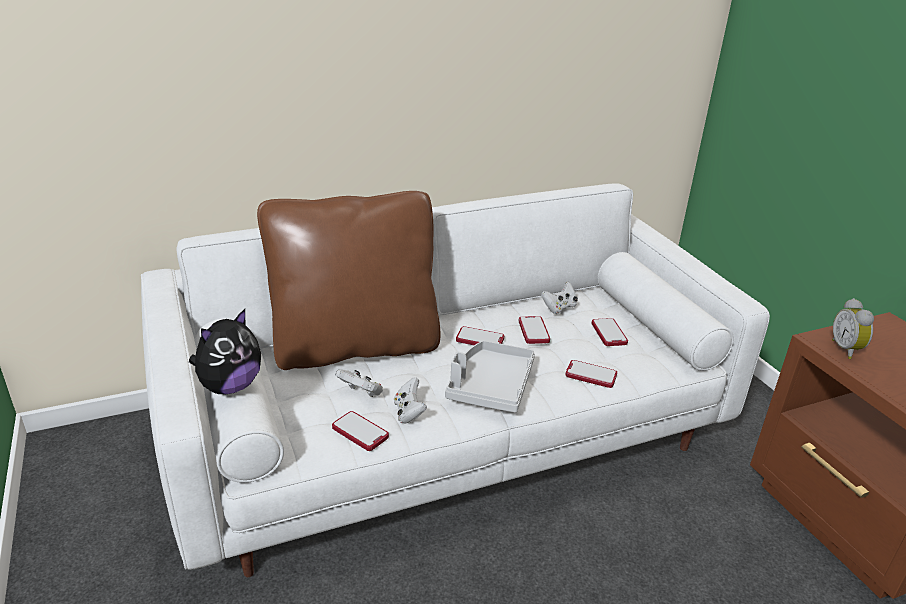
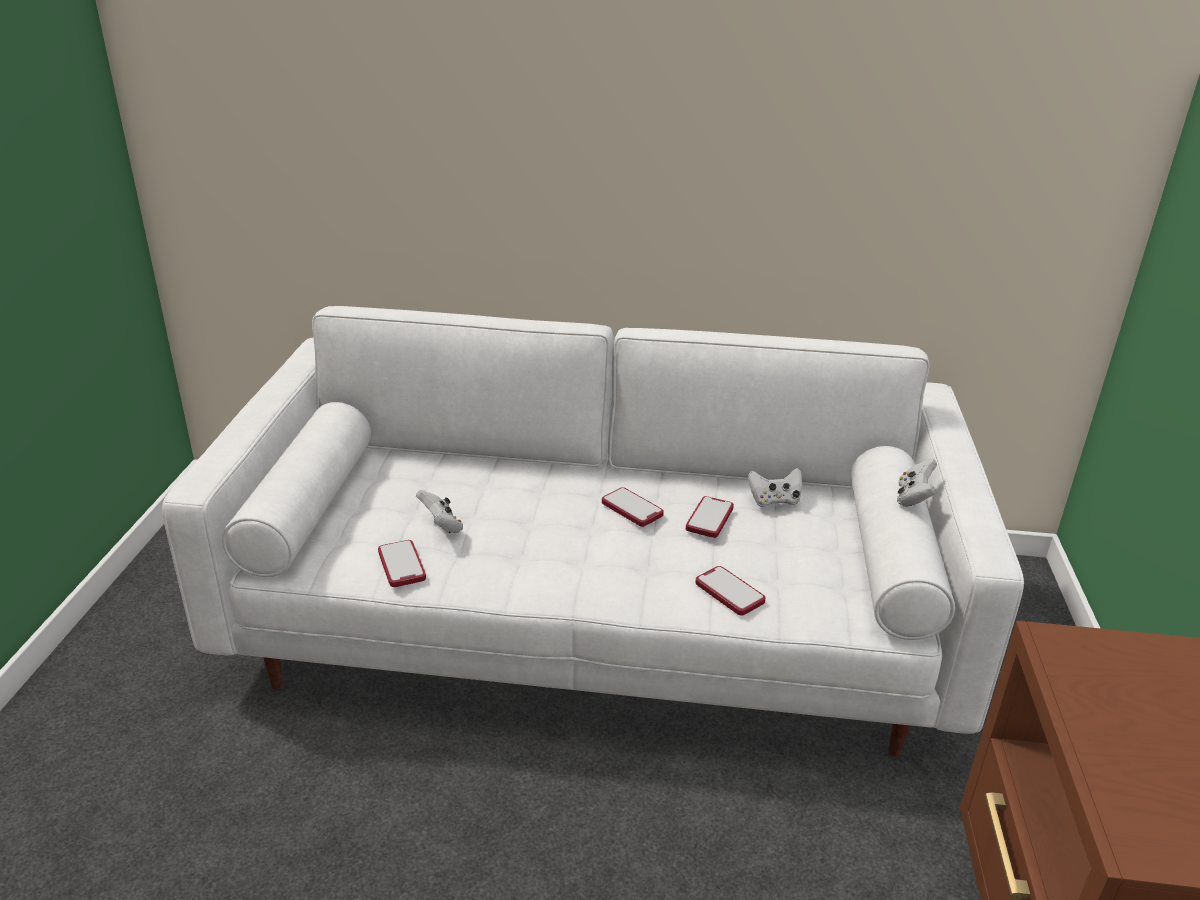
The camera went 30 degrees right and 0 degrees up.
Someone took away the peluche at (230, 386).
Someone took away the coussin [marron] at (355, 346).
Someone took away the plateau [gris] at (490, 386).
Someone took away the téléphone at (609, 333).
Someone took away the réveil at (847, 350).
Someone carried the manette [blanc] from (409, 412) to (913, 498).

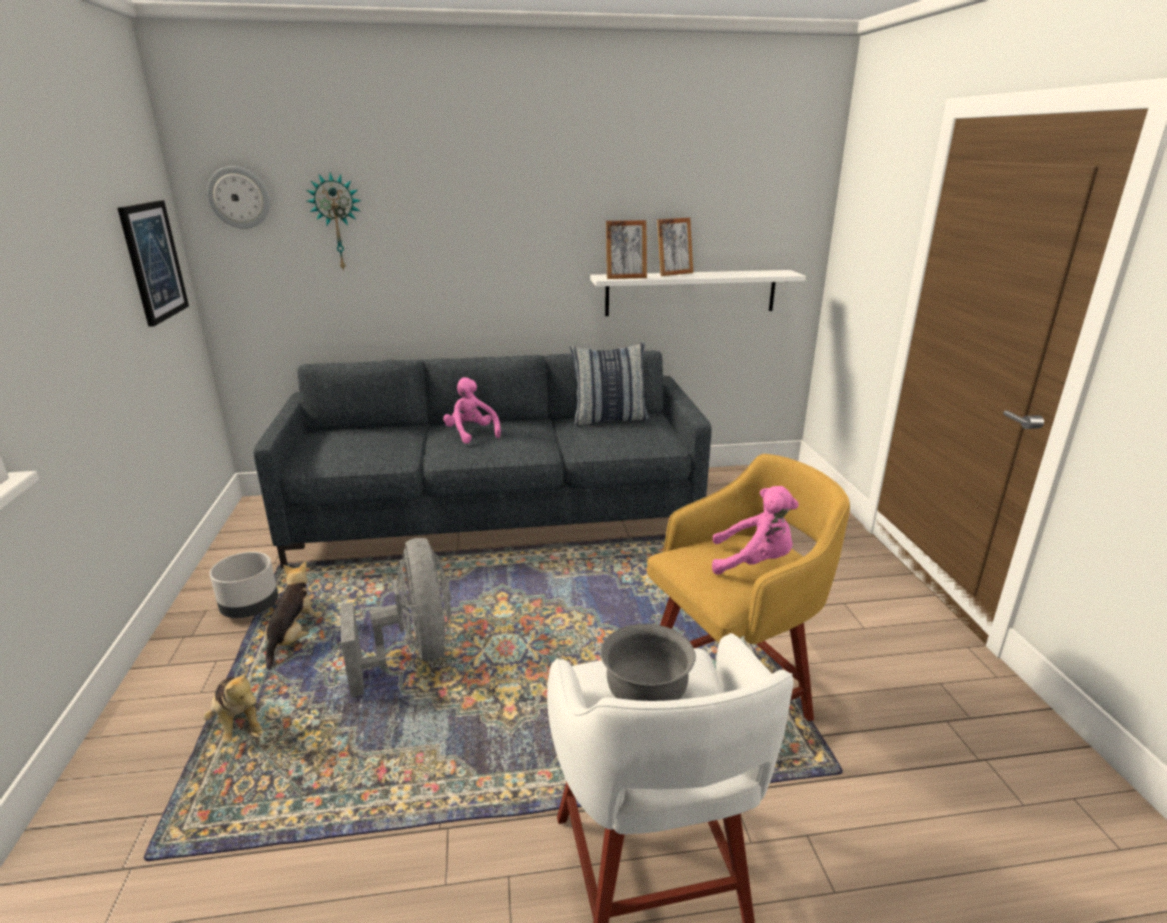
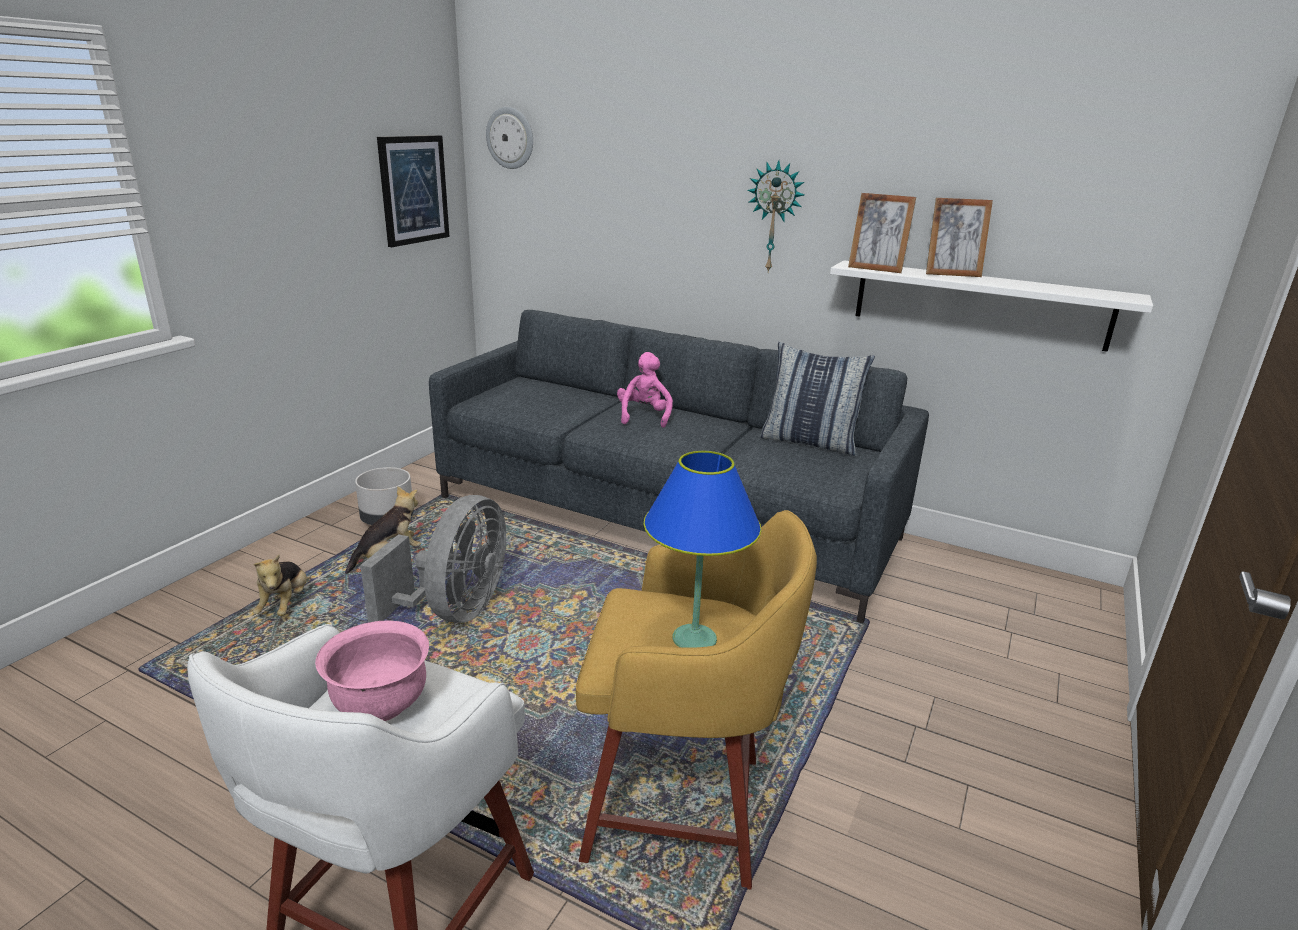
The camera went 35 degrees right and 0 degrees up.
Someone carried the horloge murale from (337, 222) to (774, 217).
Someone swapped the peluche [rose] at (754, 562) for the lampe de table [bleu] at (694, 639).
Someone repainted the bol [gris] at (645, 697), which became the bol [rose] at (381, 705).

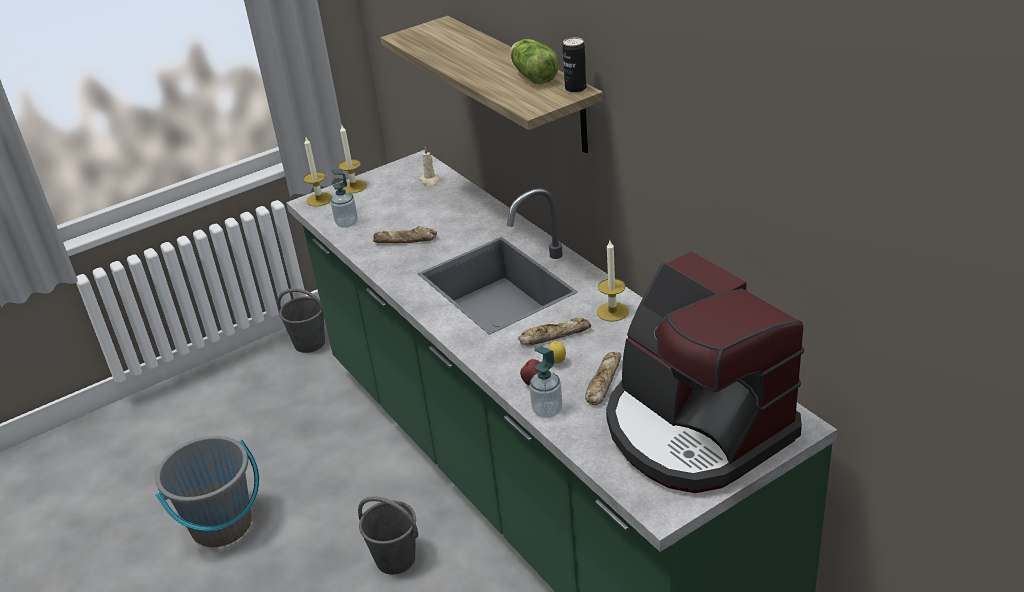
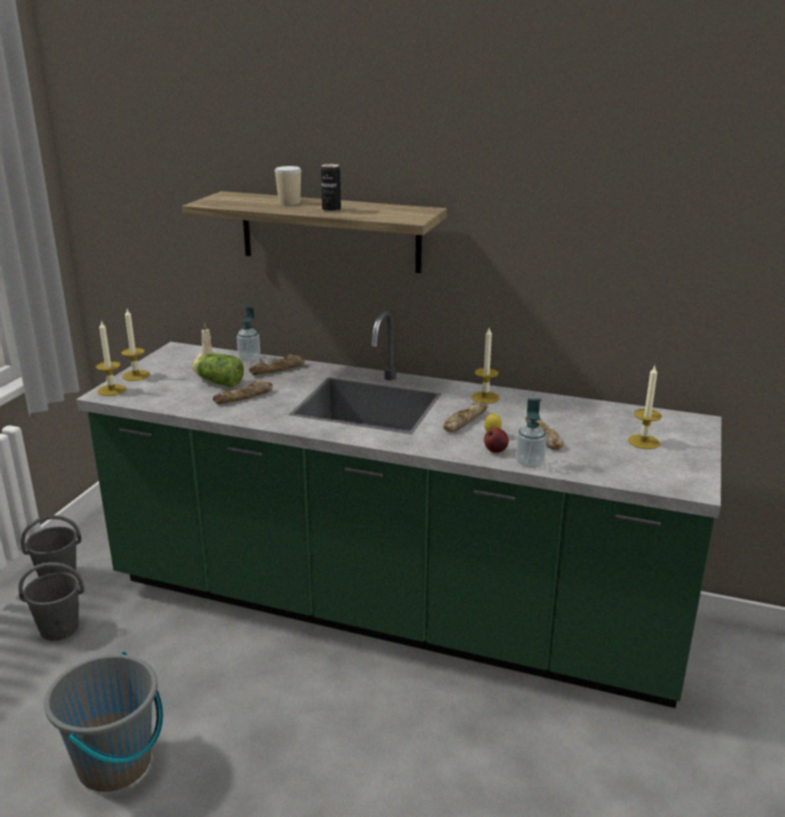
The camera went 40 degrees left and 10 degrees down.
Someone put down the pain at (278, 370).
Someone put down the tasse at (289, 202).
Someone carried the distributeur de savon from (347, 223) to (249, 358).
Someone carried the seau [gris] from (395, 558) to (58, 628).
Someone carried the laitue from (532, 75) to (217, 382).
Someone carried the boîte métallique from (575, 88) to (331, 209).
Someone swapped the machine à café at (695, 429) for the bougie at (643, 442).

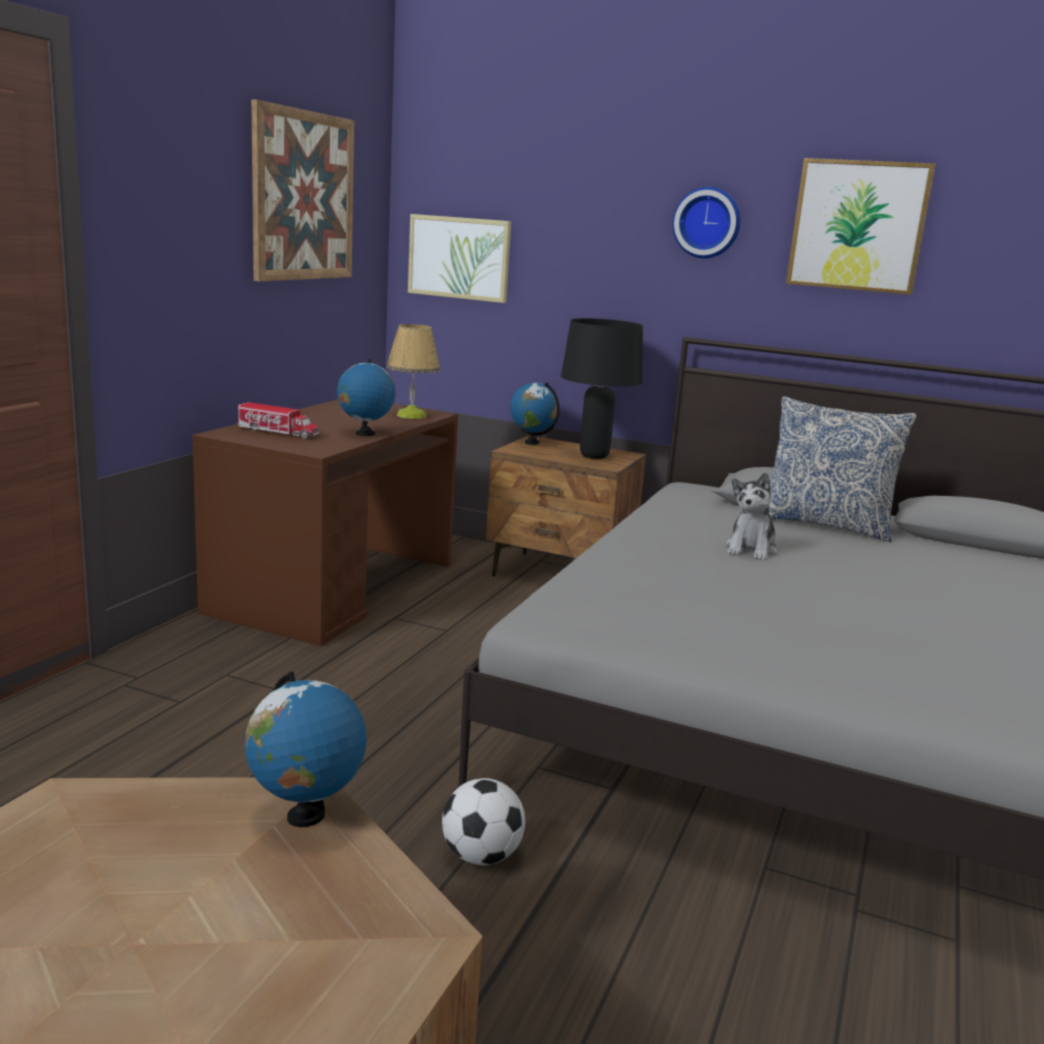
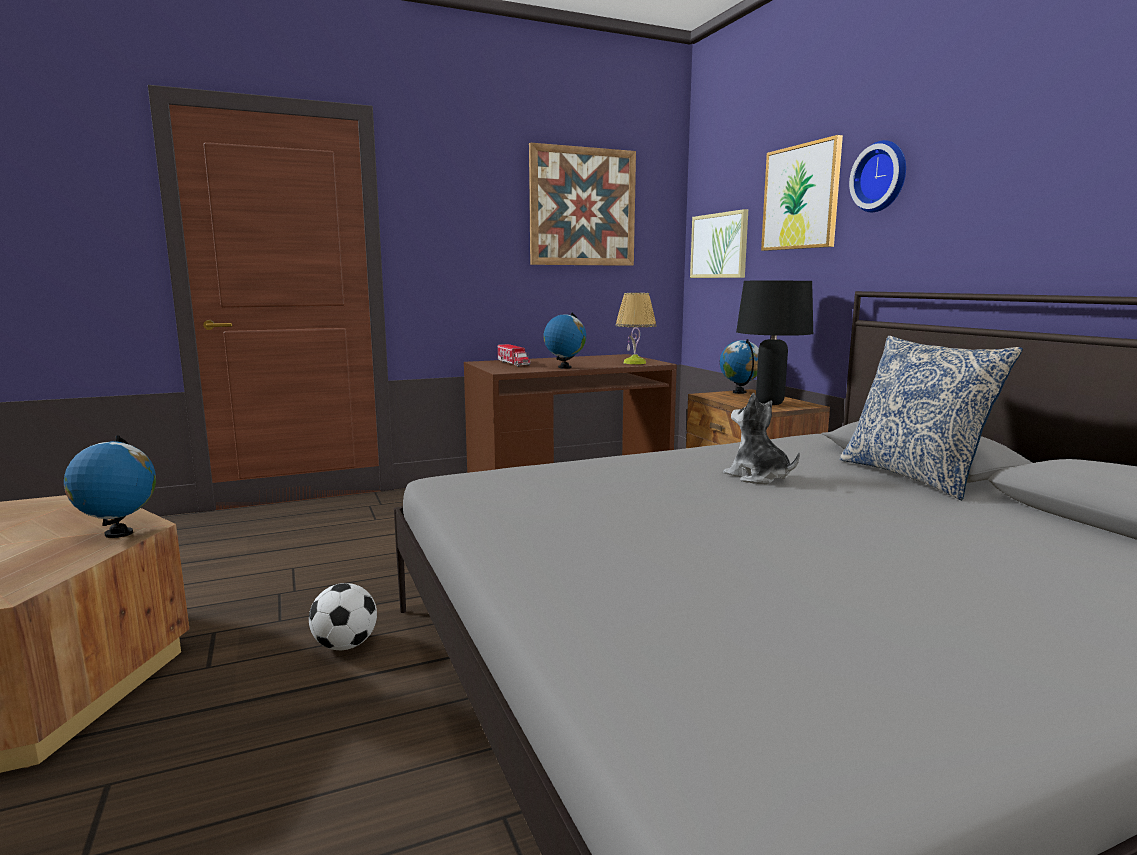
The camera went 45 degrees right and 5 degrees down.
Someone carried the tableau from (858, 226) to (801, 197).
Someone rotated the peluche at (751, 550) by 75 degrees clockwise.

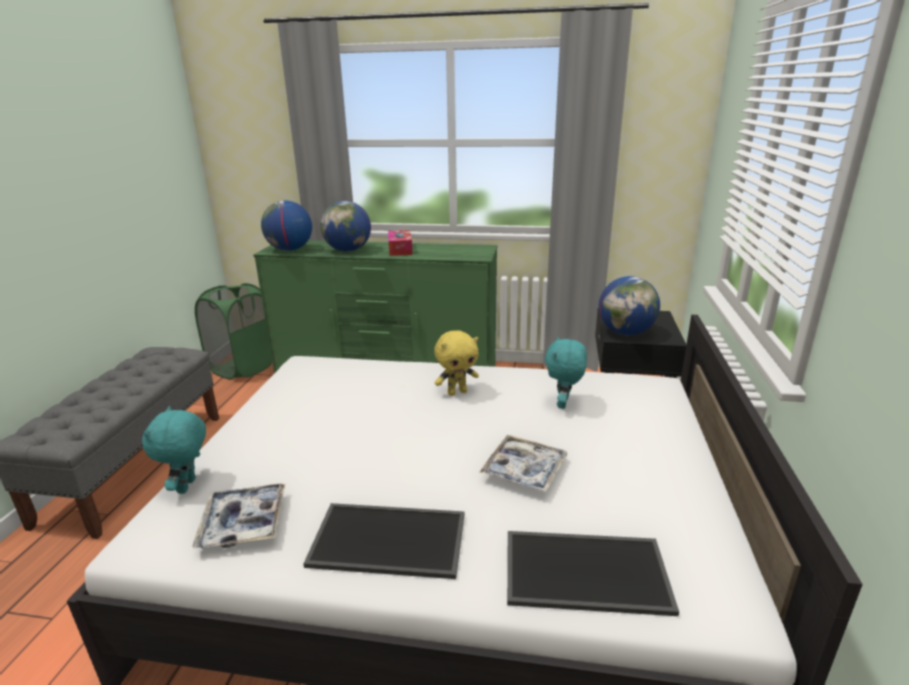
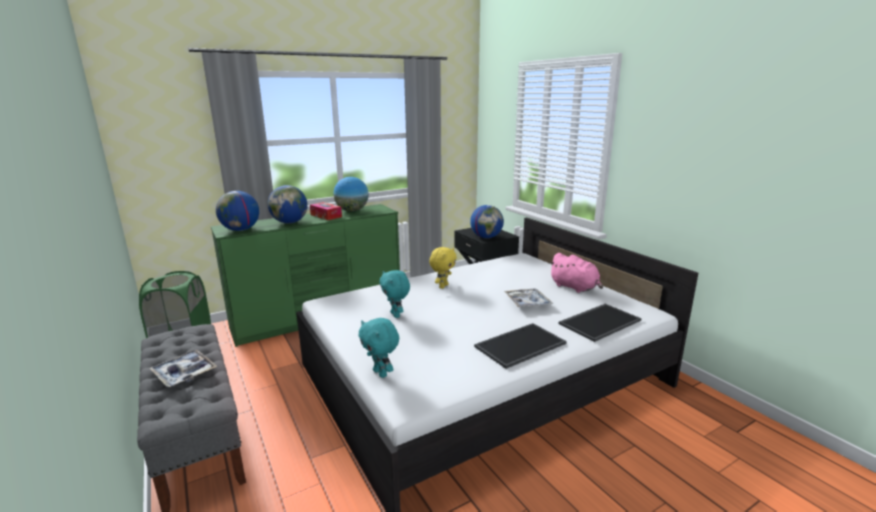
The camera went 40 degrees left and 5 degrees down.
Someone put down the globe at (352, 211).
Someone put down the peluche [rose] at (575, 287).
Someone carried the plateau from (243, 523) to (184, 373).
Someone carried the peluche [turquoise] from (563, 404) to (396, 315).

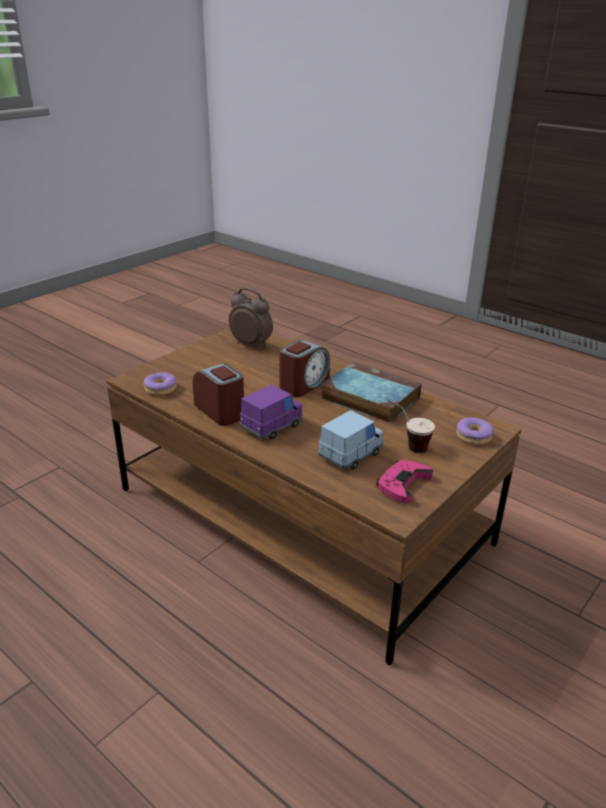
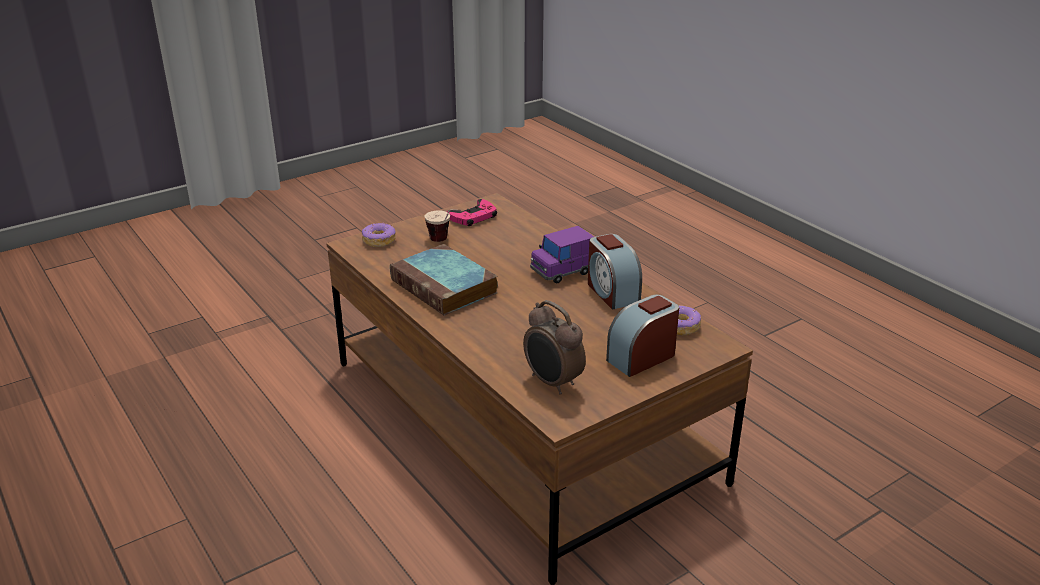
The camera went 165 degrees left and 0 degrees up.
Someone took away the petite voiture [bleu] at (350, 454).
Someone carried the réveil from (303, 385) to (641, 357).

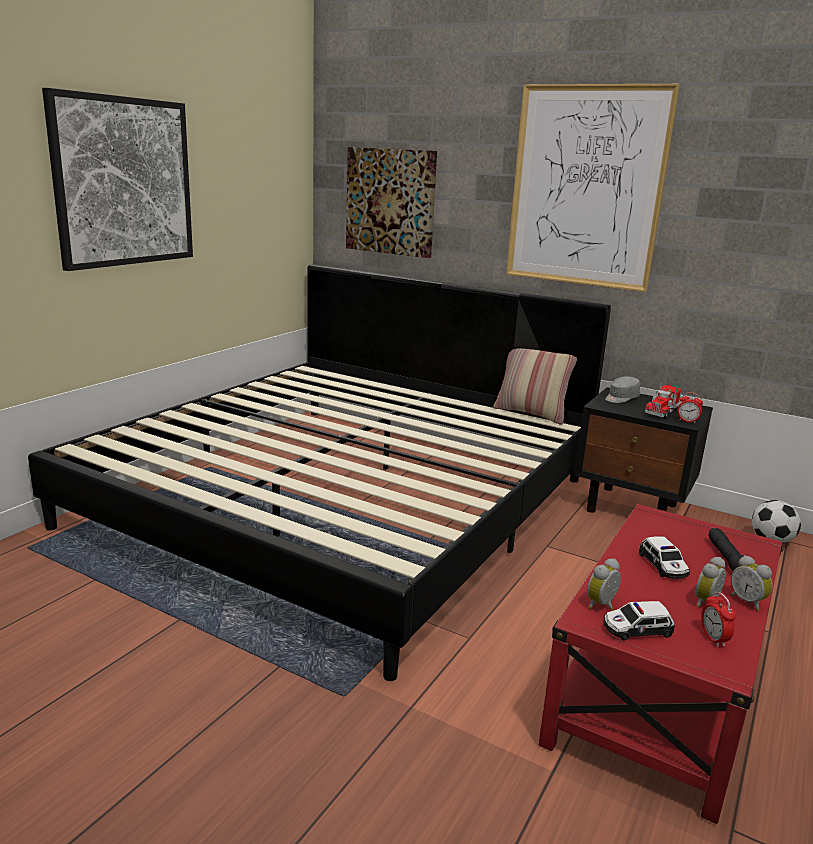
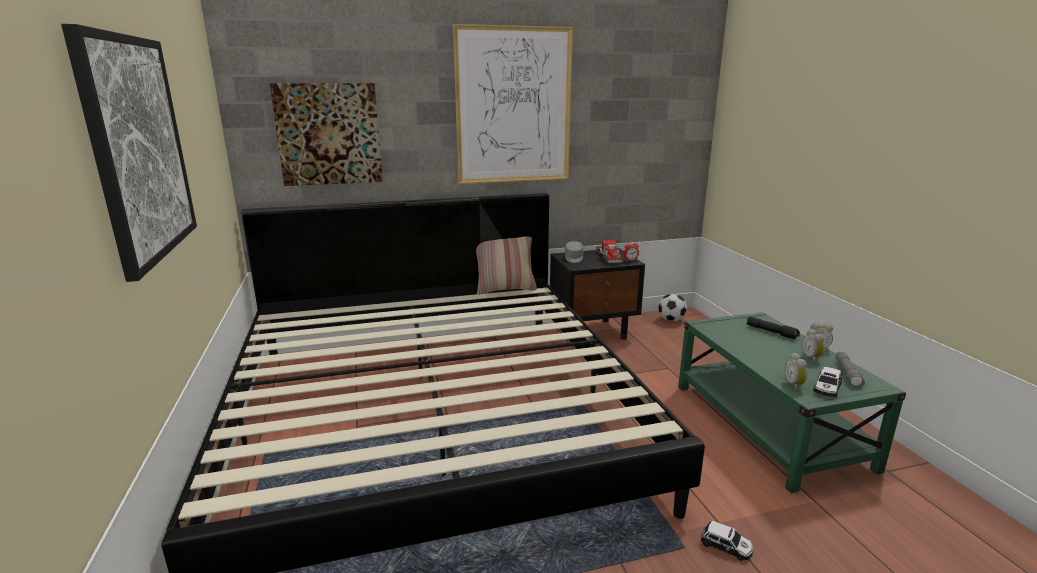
The camera went 45 degrees left and 0 degrees up.
Someone carried the petite voiture from (663, 565) to (726, 546).
Someone swapped the réveil at (713, 639) for the lampe de poche [gris] at (848, 374).
Someone repainted the table basse [rouge] at (659, 689), which became the table basse [vert] at (768, 426).

